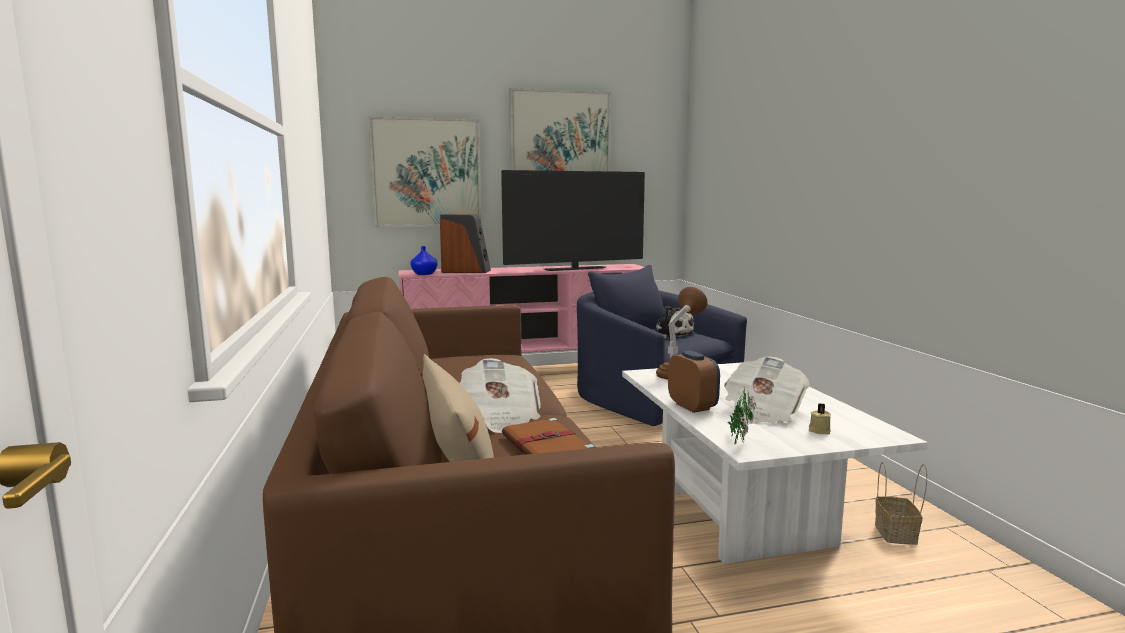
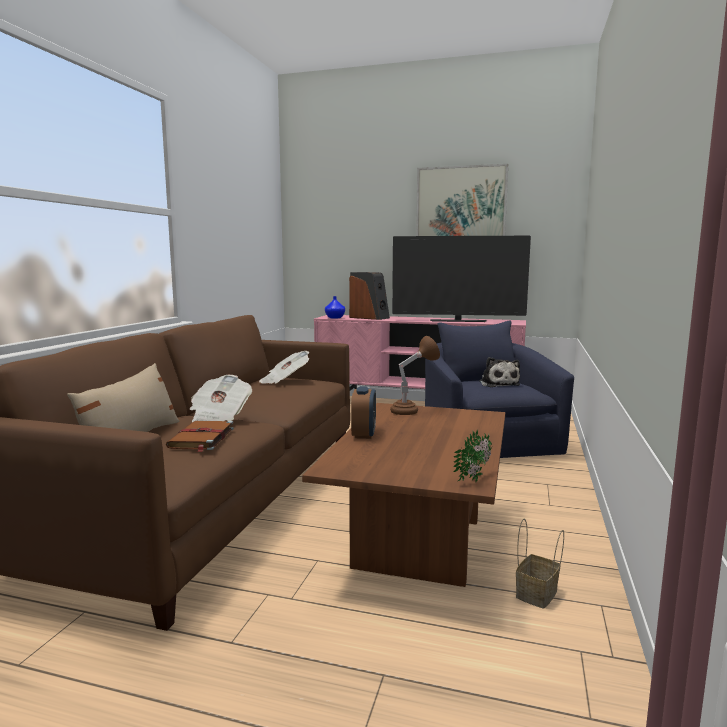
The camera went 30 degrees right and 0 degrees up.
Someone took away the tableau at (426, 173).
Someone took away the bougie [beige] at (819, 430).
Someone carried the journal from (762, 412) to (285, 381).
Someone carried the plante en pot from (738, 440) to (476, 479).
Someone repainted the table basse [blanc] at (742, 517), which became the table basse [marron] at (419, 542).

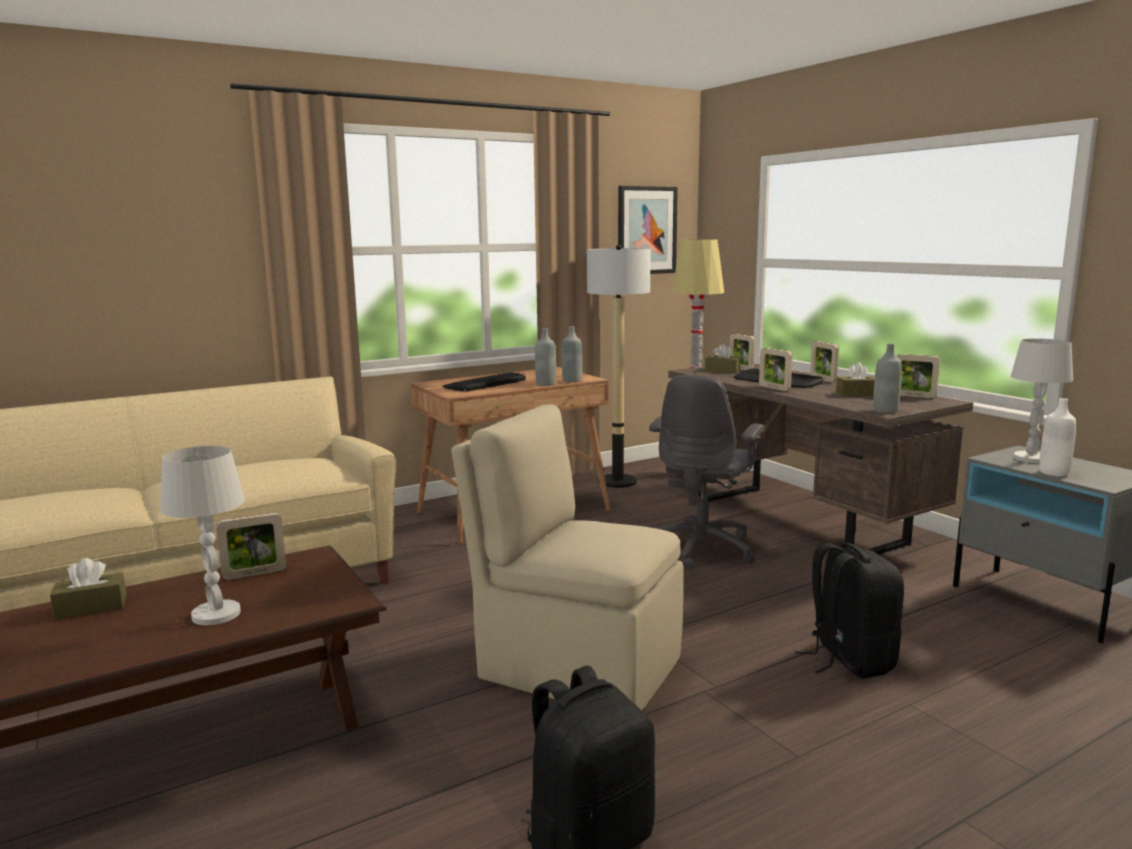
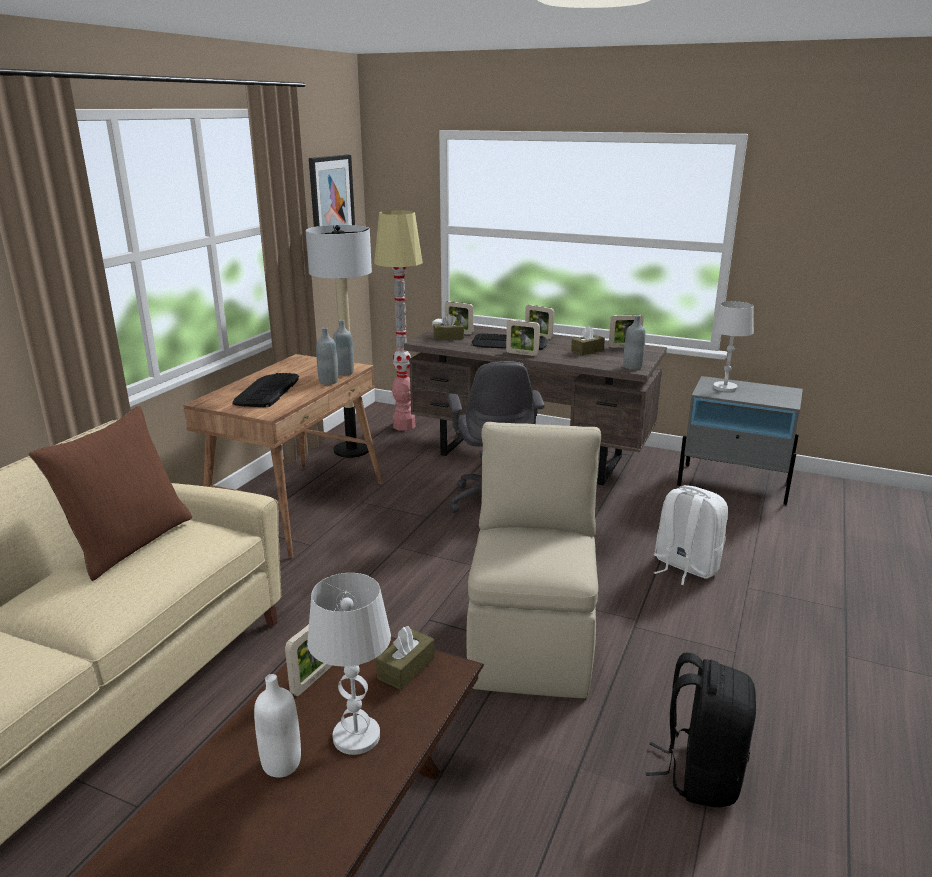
The camera went 35 degrees left and 10 degrees up.
Someone put down the coussin [marron] at (129, 543).
Someone carried the boîte à mouchoirs [marron] from (91, 607) to (406, 668).
Someone carried the bouteille [blanc] from (1053, 473) to (281, 764).
Someone repainted the sac à dos [noir] at (848, 659), which became the sac à dos [blanc] at (684, 566).
Someone rotated the chaise [beige] at (576, 666) by 105 degrees clockwise.

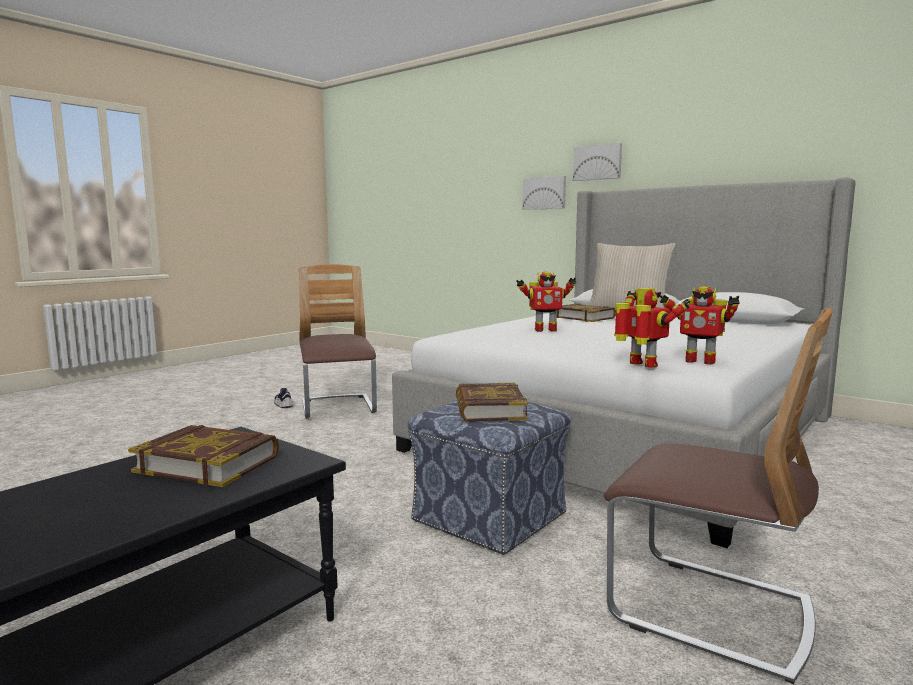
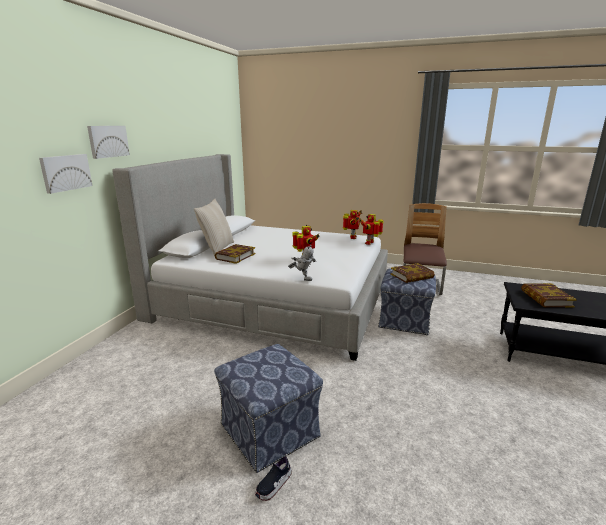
The camera went 110 degrees left and 10 degrees up.
Someone put down the robot jouet at (303, 278).
Someone swapped the chaise at (338, 408) for the pouf at (269, 430).

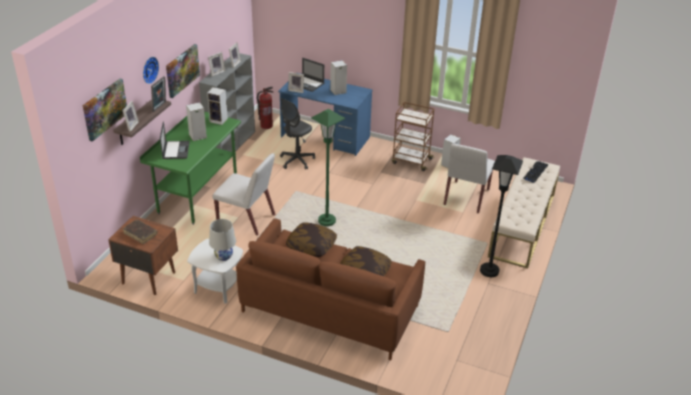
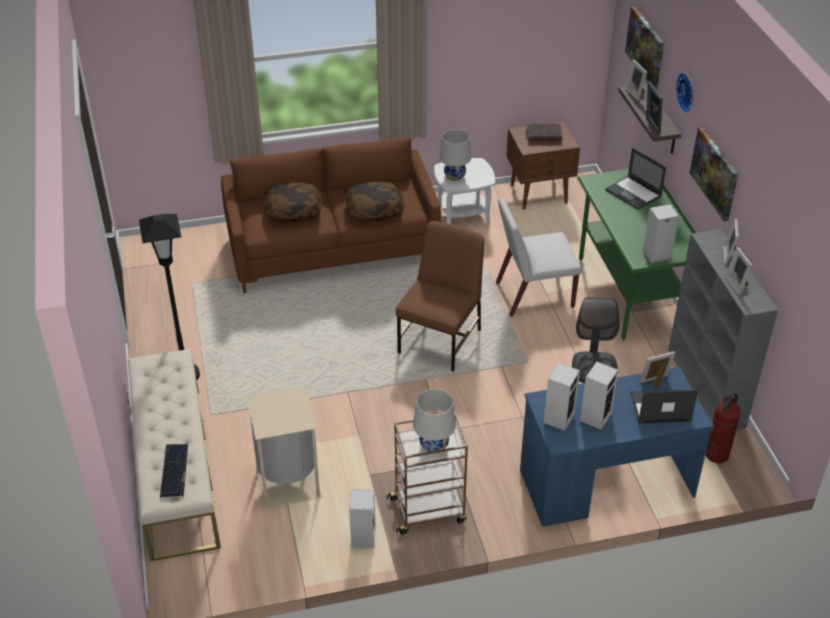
The camera went 145 degrees right and 5 degrees up.
Someone put down the lampe de table [blanc] at (434, 445).
Someone carried the enceinte from (197, 136) to (558, 417).
Someone swapped the lampadaire [vert] at (326, 221) for the chaise [marron] at (441, 340).
Someone swapped the chaise [blanc] at (466, 197) for the poubelle [beige] at (289, 480).

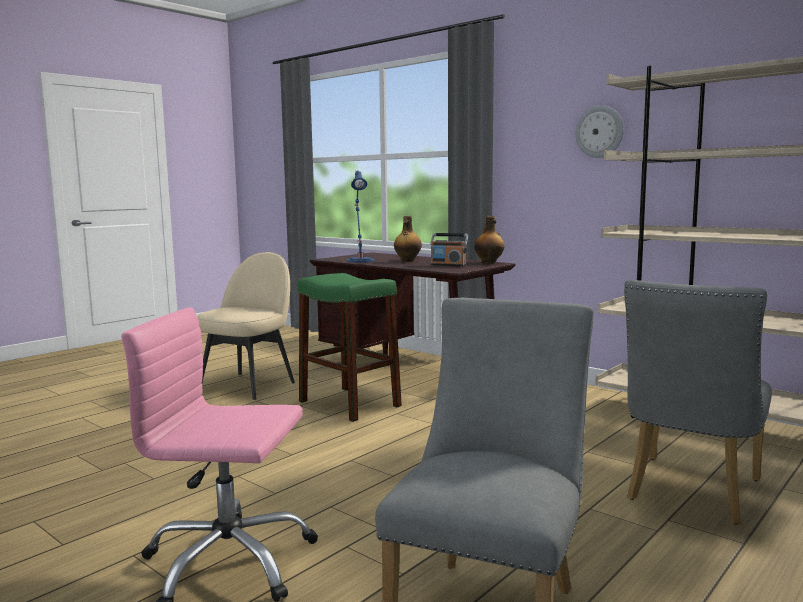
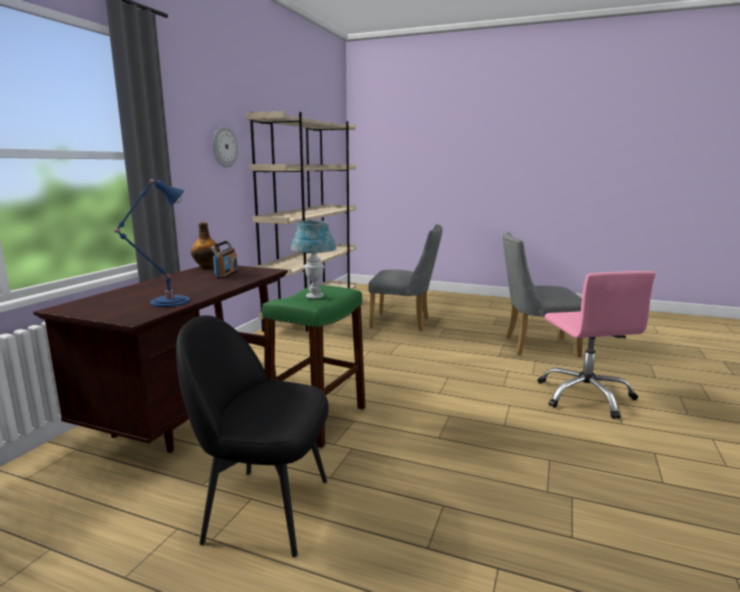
The camera went 110 degrees left and 5 degrees up.
Someone took away the bouteille at (407, 261).
Someone put down the lampe de table [bleu] at (314, 296).
Someone repainted the chaise [beige] at (249, 385), which became the chaise [noir] at (264, 508).

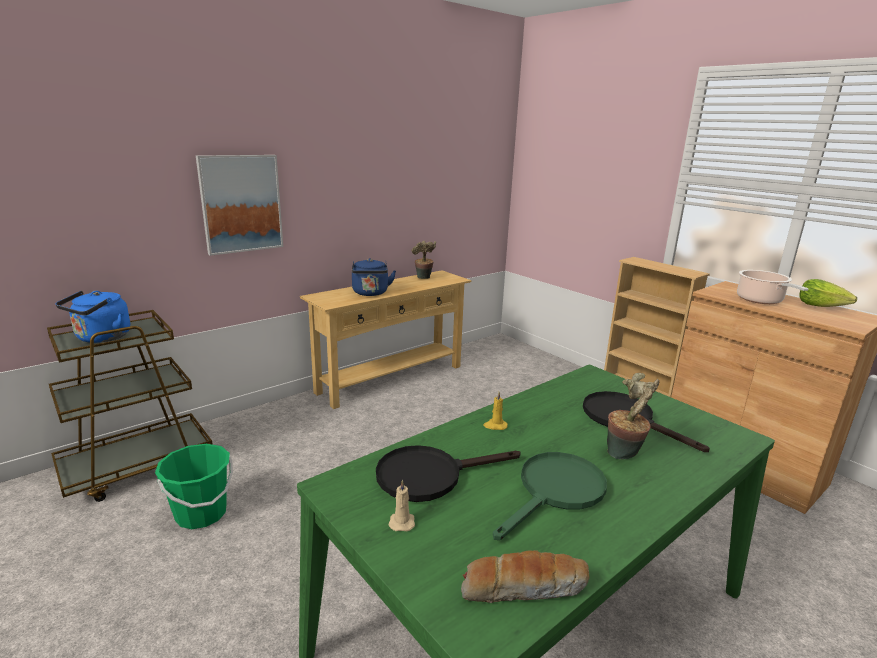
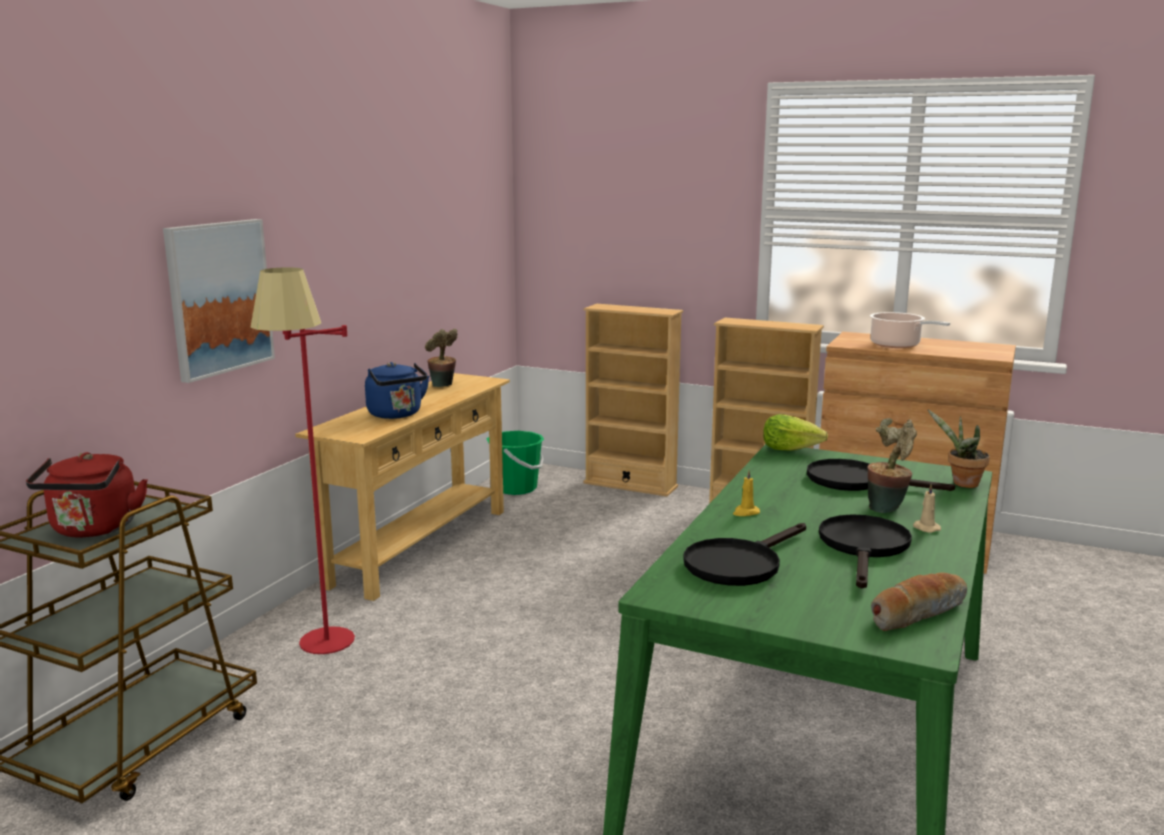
The camera went 25 degrees left and 5 degrees down.
Someone put down the lampadaire [rouge] at (322, 653).
Someone put down the bibliothèque [beige] at (630, 485).
Someone put down the plante en pot at (961, 483).
Someone carried the seau [vert] from (201, 514) to (516, 488).
Someone carried the bougie [beige] from (402, 522) to (925, 528).
Someone carried the laitue from (821, 306) to (790, 449).
Someone repainted the bouilloire [bleu] at (101, 338), which became the bouilloire [rouge] at (93, 530).
Someone repainted the poêle [vert] at (555, 492), which became the poêle [noir] at (864, 548).

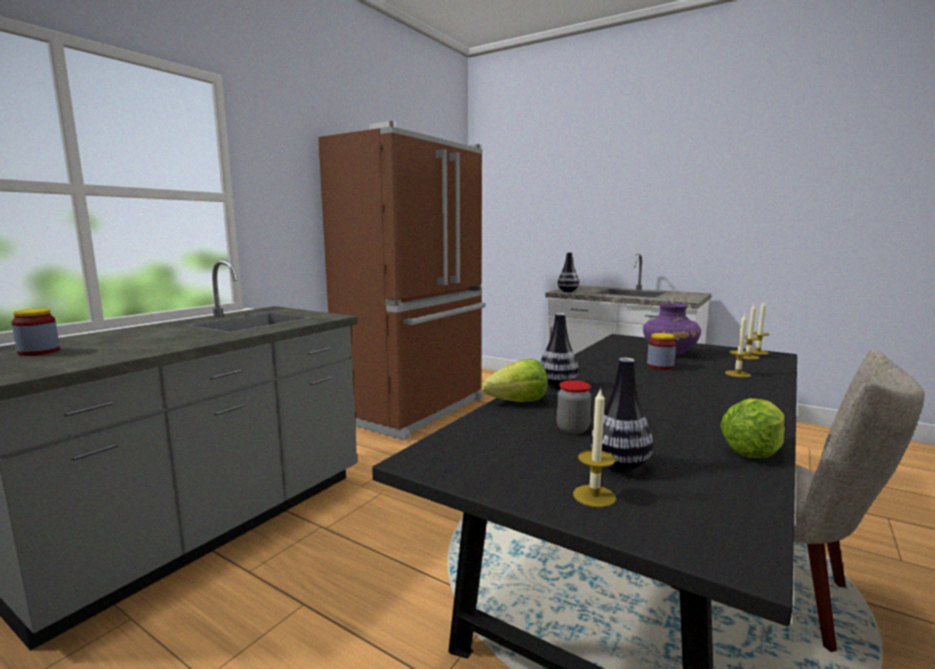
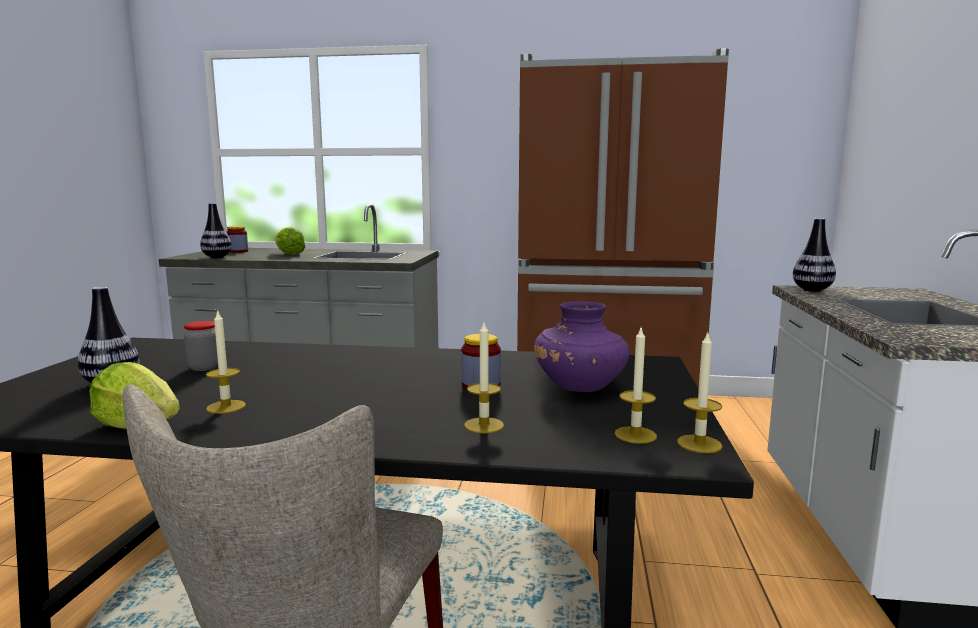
The camera went 65 degrees right and 0 degrees up.
Someone carried the laitue from (518, 402) to (288, 254).
Someone carried the vase from (557, 386) to (217, 257).
Someone carried the bougie from (594, 496) to (226, 407).

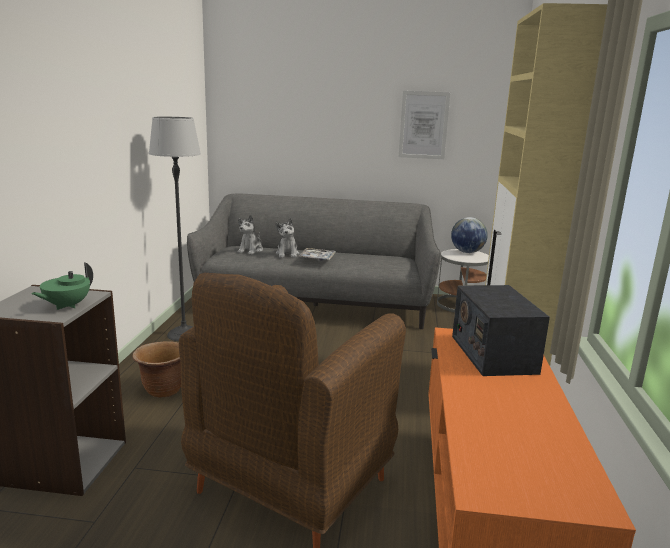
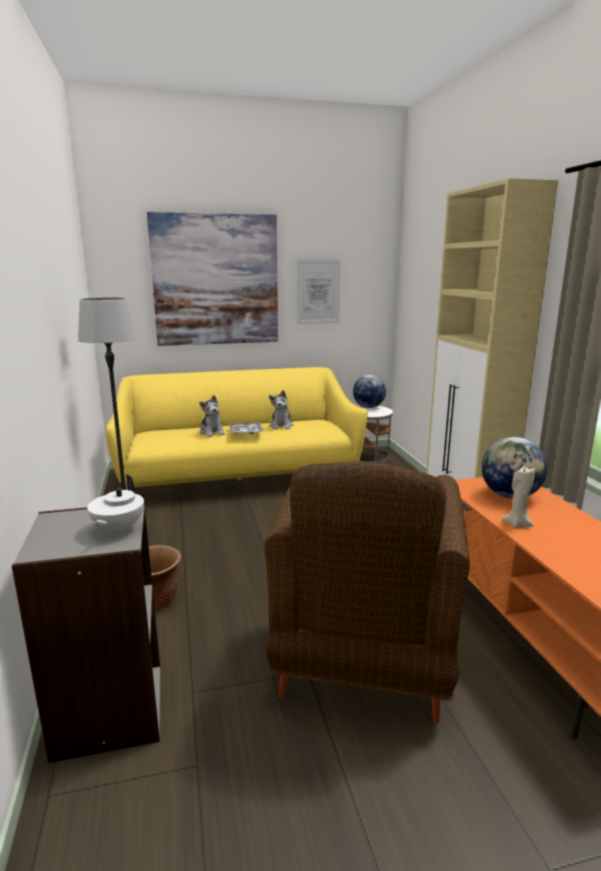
The camera went 20 degrees left and 0 degrees up.
Someone put up the tableau at (216, 280).
Someone put down the bougie [beige] at (517, 524).
Someone carried the peluche from (251, 250) to (281, 426).
Someone swapped the radio at (492, 354) for the globe at (510, 496).
Someone repainted the théière [vert] at (66, 306), which became the théière [blanc] at (117, 529).
Someone repainted the canapé [gris] at (316, 303), which became the canapé [jaune] at (239, 478).

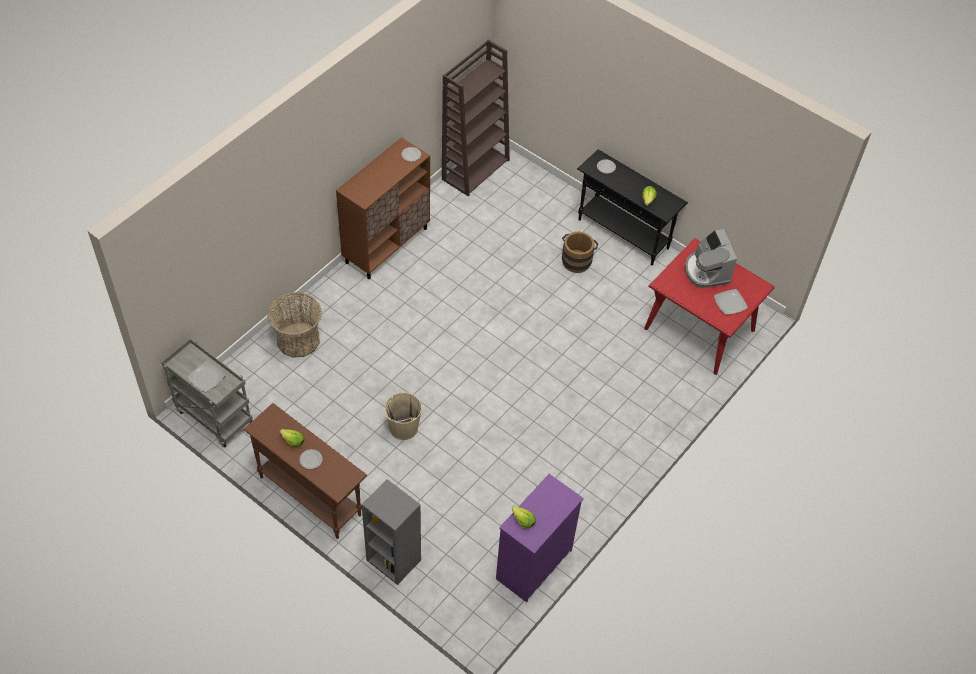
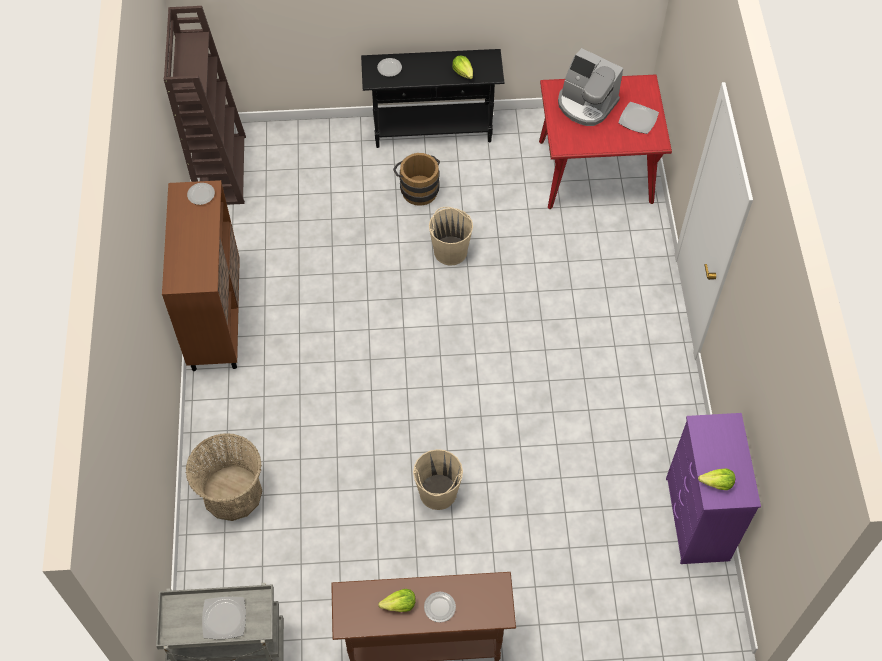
The camera went 40 degrees left and 5 degrees up.
Someone took away the bibliothèque [gris] at (393, 560).
Someone put down the seau [beige] at (450, 251).

